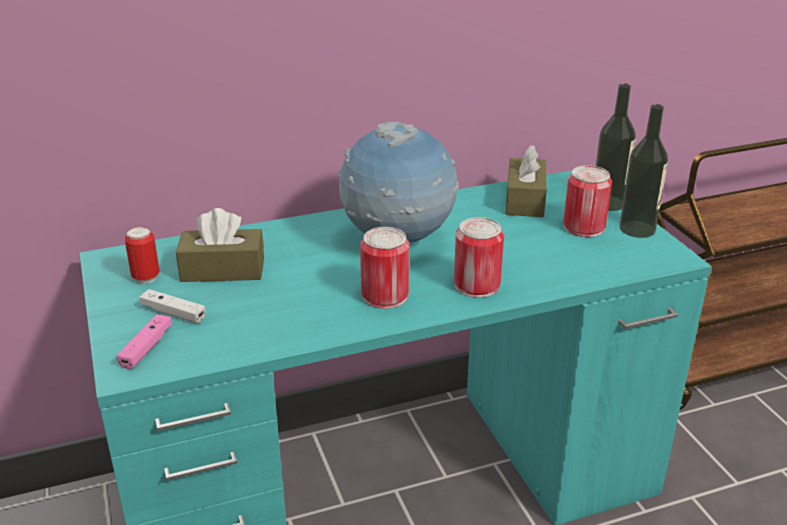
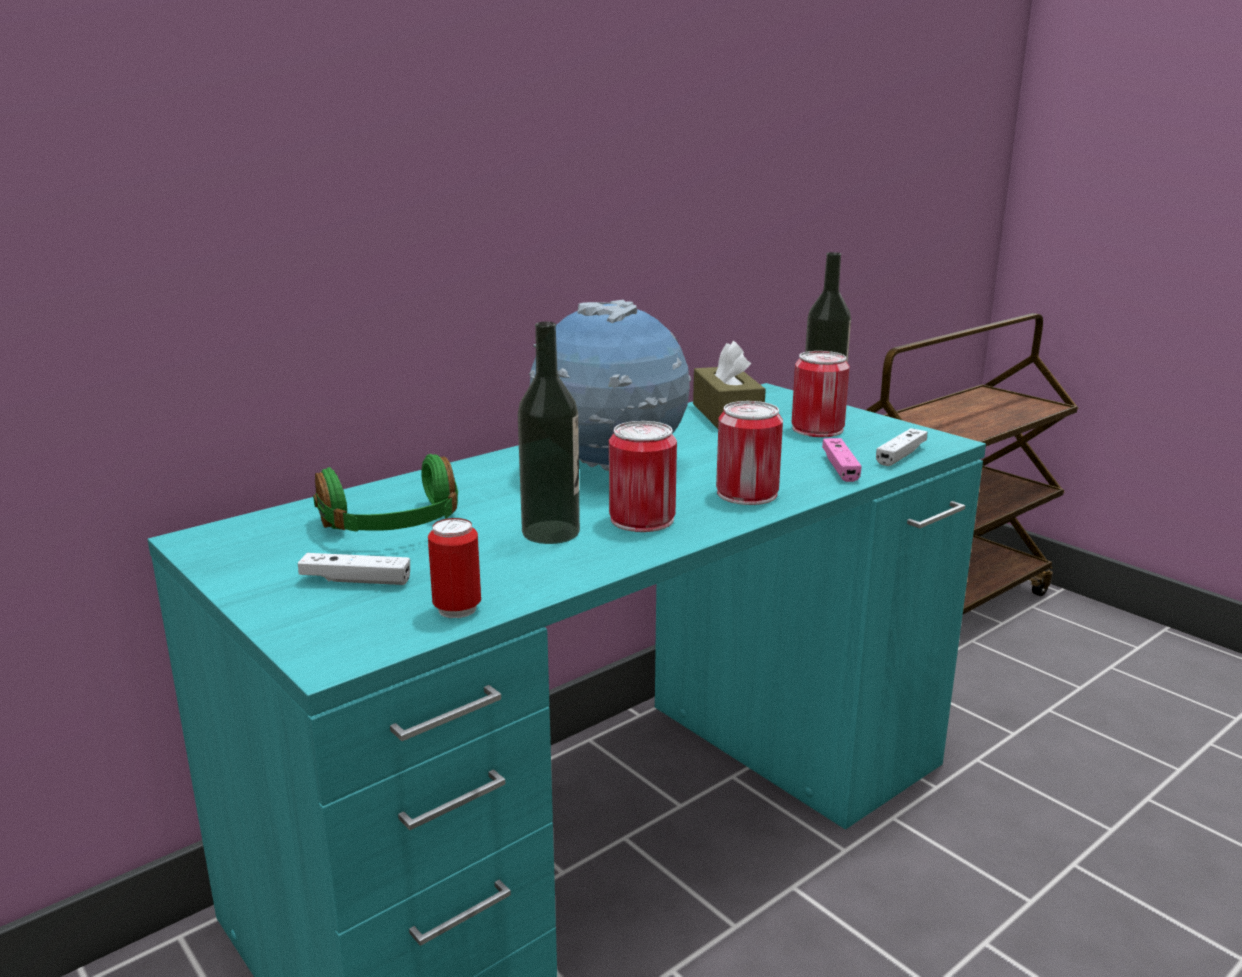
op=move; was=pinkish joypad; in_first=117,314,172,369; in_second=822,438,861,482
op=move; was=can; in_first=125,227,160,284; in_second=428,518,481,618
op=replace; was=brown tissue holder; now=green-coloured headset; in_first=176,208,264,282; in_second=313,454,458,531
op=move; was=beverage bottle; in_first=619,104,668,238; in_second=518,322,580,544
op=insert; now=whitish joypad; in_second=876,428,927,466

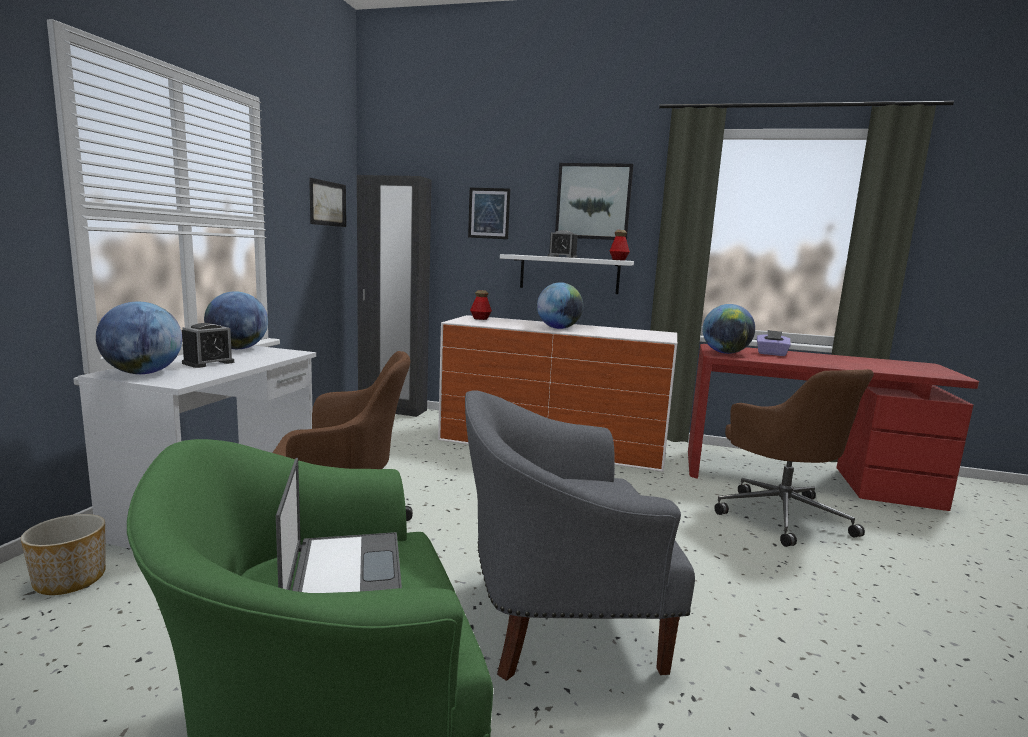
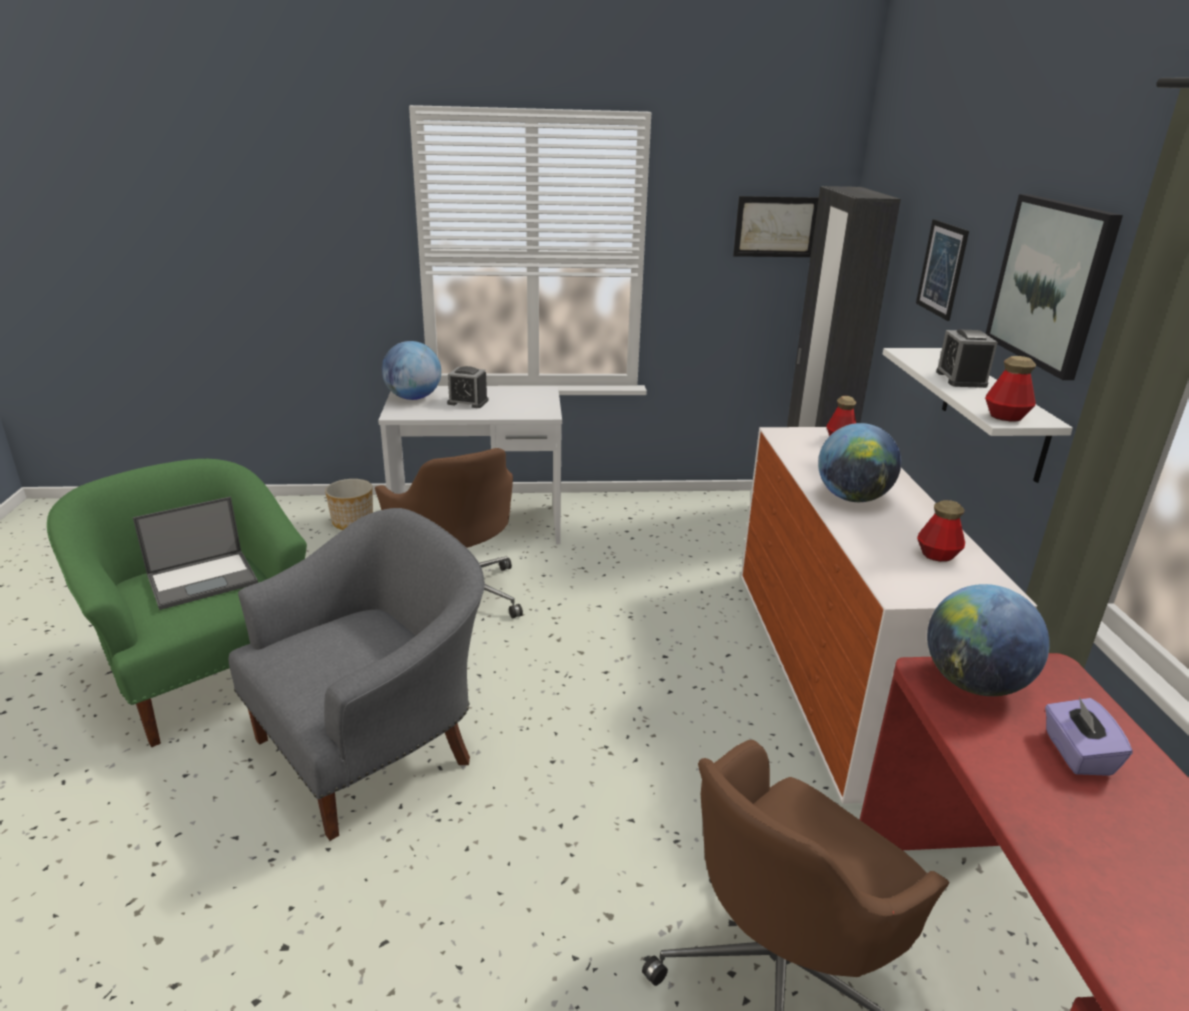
op=delete; was=globe; in_first=204,291,268,349
op=rotate; was=gray easy chair; in_first=465,390,695,681; in_second=229,508,485,841; clockwise=75
op=insert; now=beverage bottle; in_second=917,500,965,562

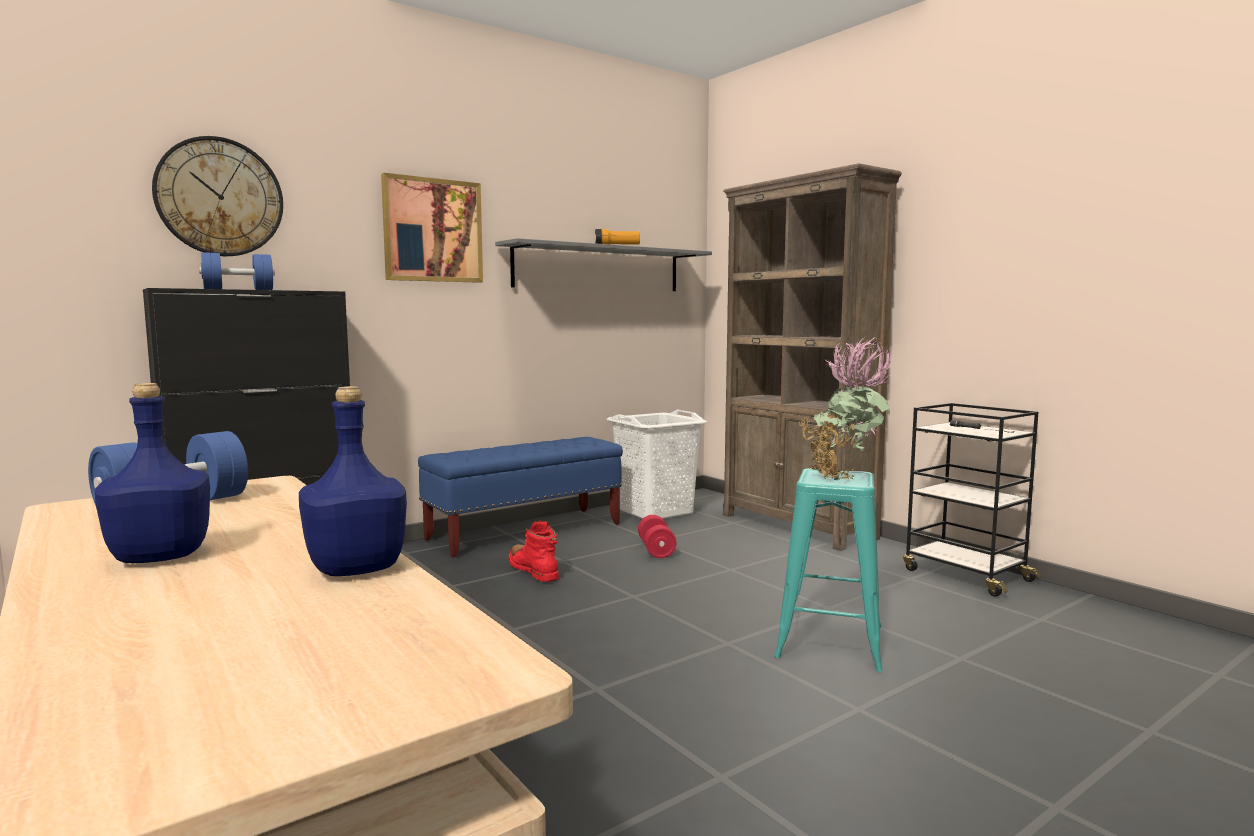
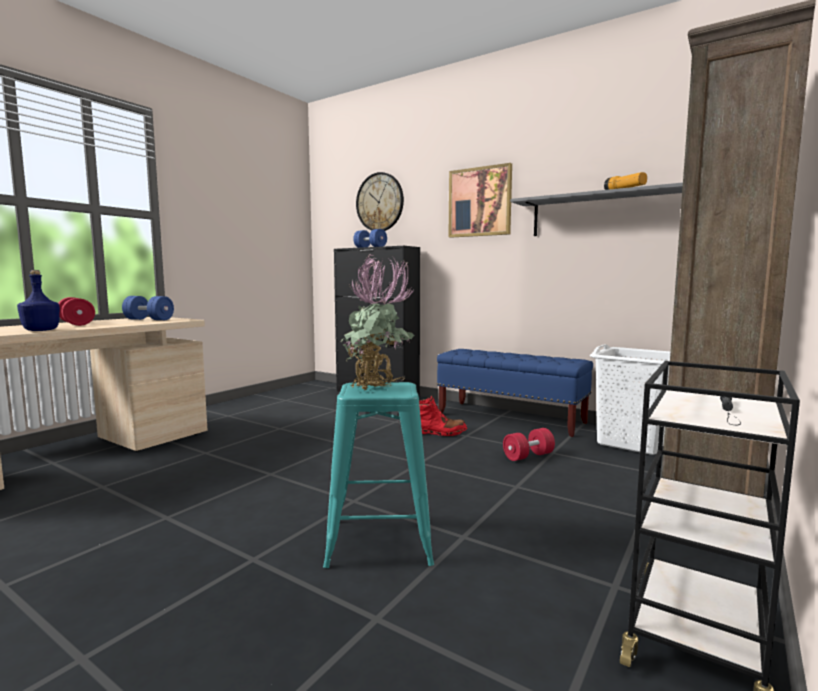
op=replace; was=blue-coloured beverage bottle; now=red-coloured hand weight; in_first=95,383,210,563; in_second=58,297,95,326
op=rotate; was=red-coloured boot; in_first=508,521,559,582; in_second=419,395,467,436; clockwise=60

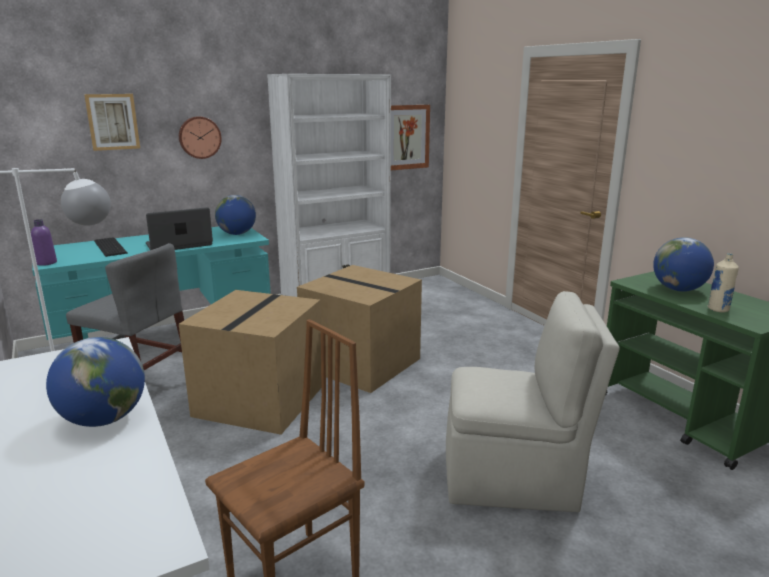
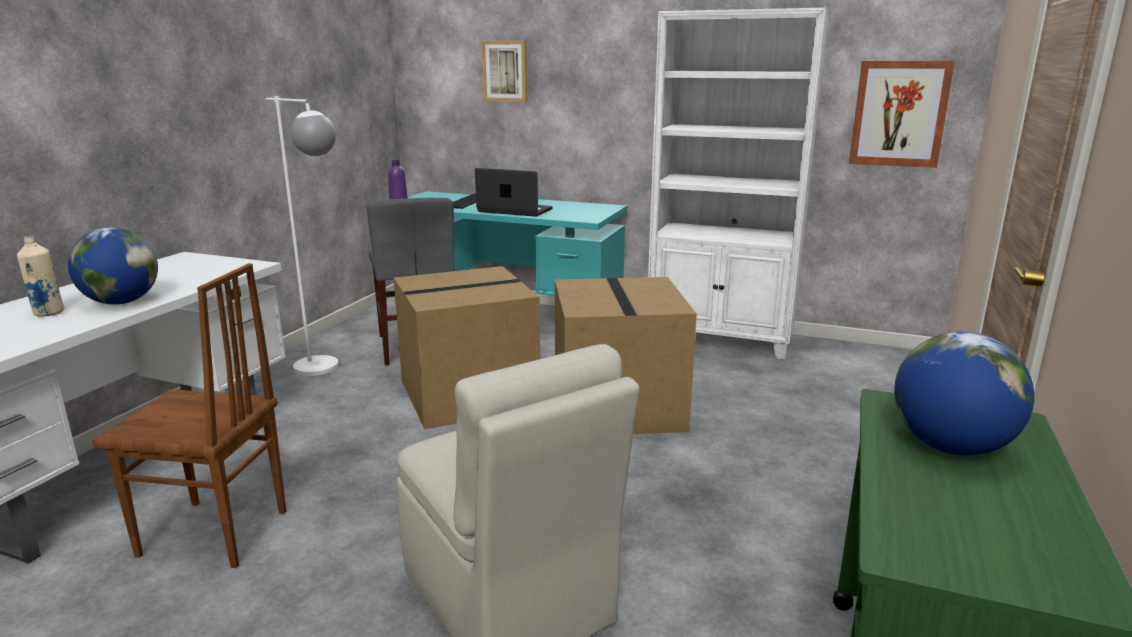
op=delete; was=wall clock; in_first=179,116,222,159
op=delete; was=globe; in_first=215,195,256,235
op=move; was=beige beverage bottle; in_first=708,253,739,312; in_second=17,236,64,317

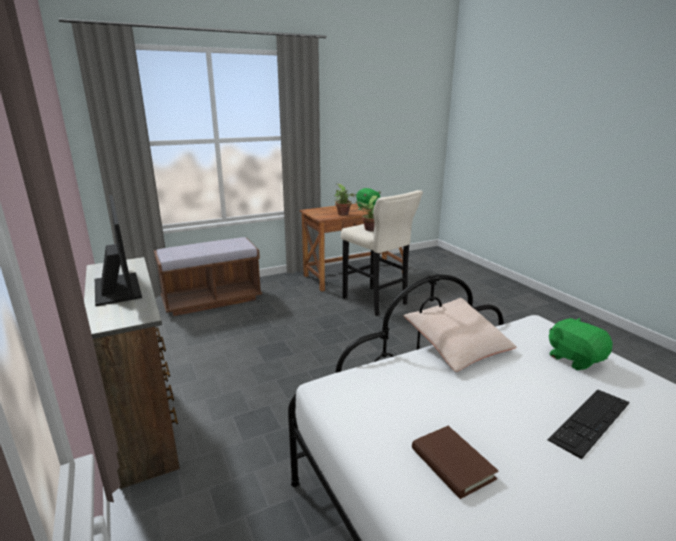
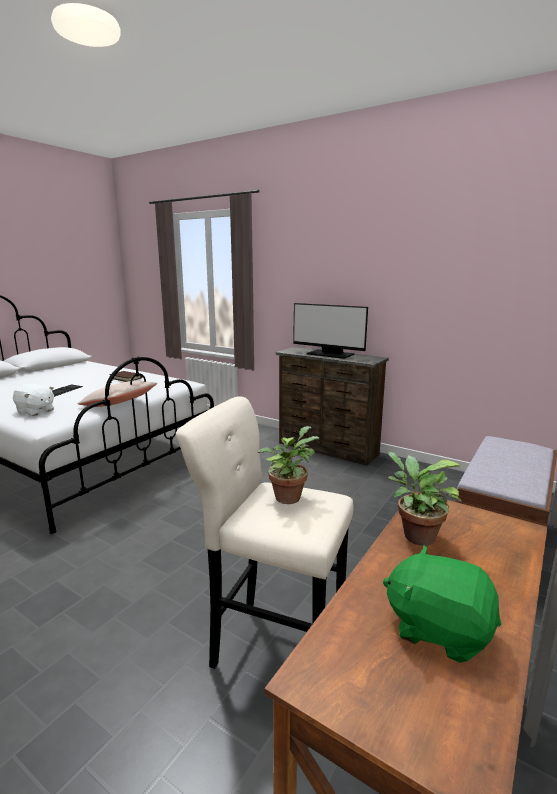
op=recolor; was=green-coloured soft toy; now=whitish soft toy; in_first=549,318,612,370; in_second=13,384,54,416

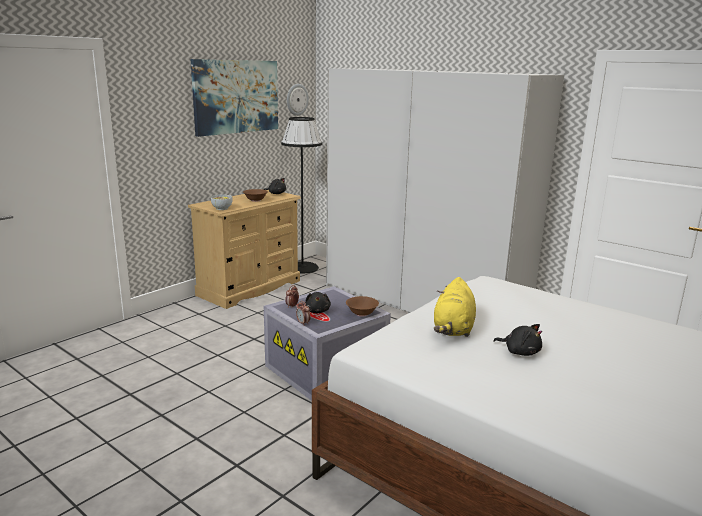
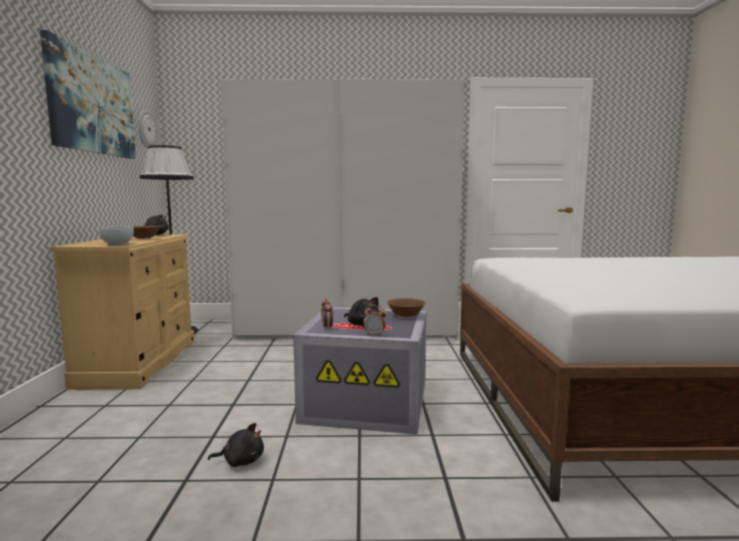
op=delete; was=yellow-coloured soft toy; in_first=434,277,476,337
op=move; was=blackish soft toy; in_first=493,324,542,356; in_second=208,423,264,467

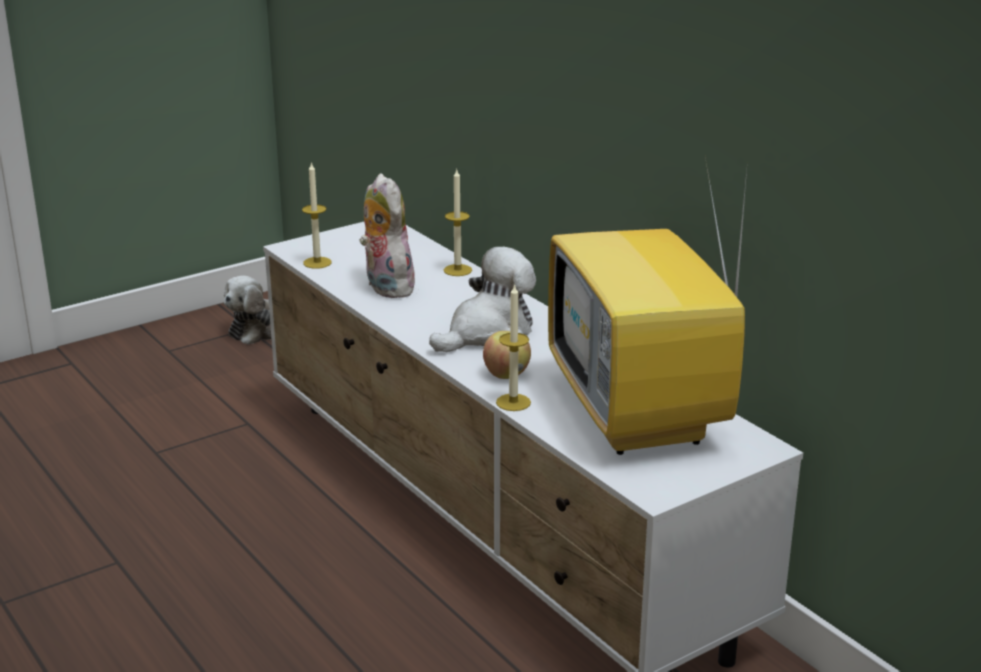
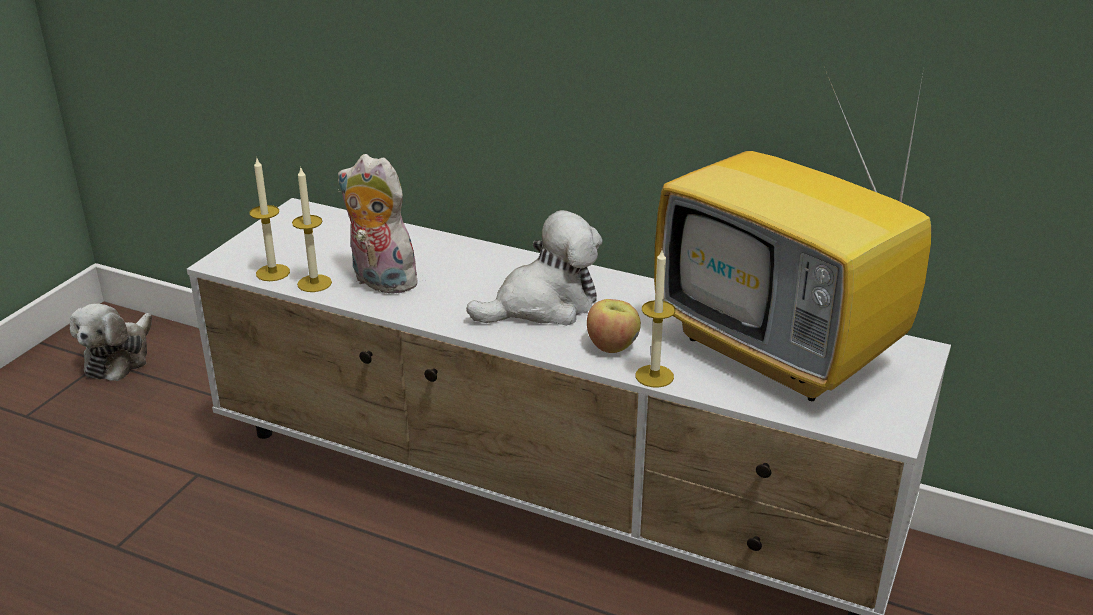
op=rotate; was=soft toy; in_first=429,247,536,352; in_second=466,210,602,326; clockwise=45
op=move; was=wax candle; in_first=444,170,472,276; in_second=292,166,332,292

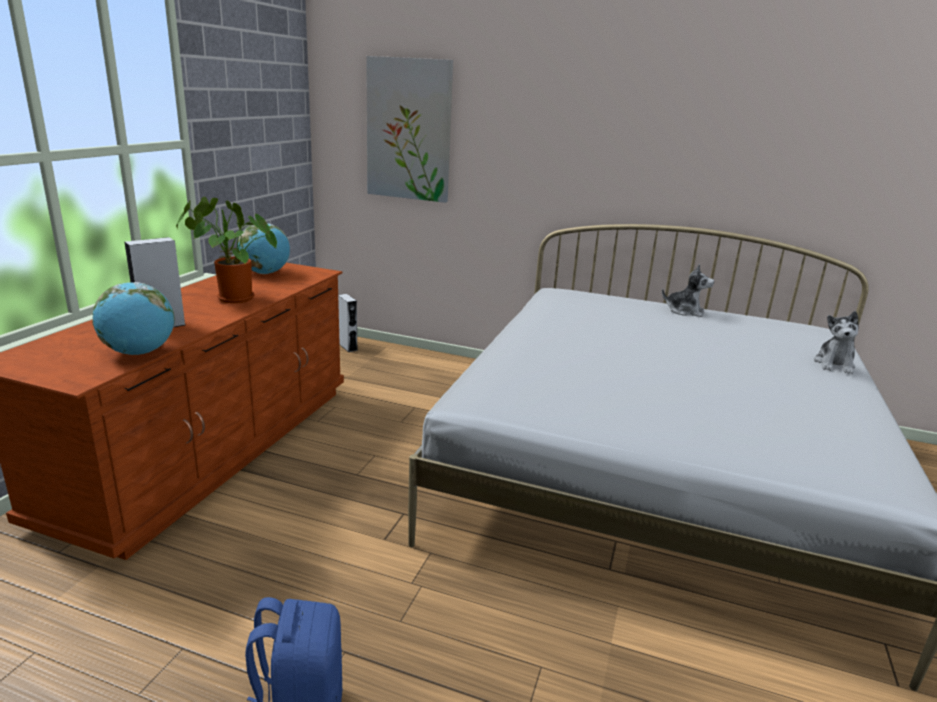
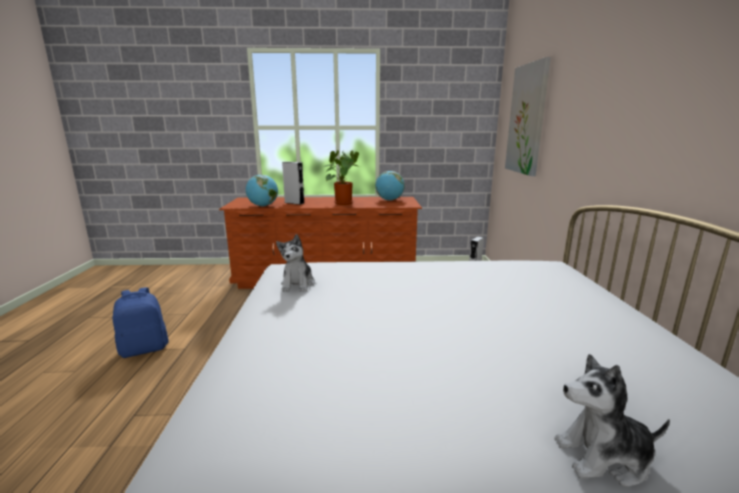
op=move; was=soft toy; in_first=662,264,714,317; in_second=276,234,315,292

